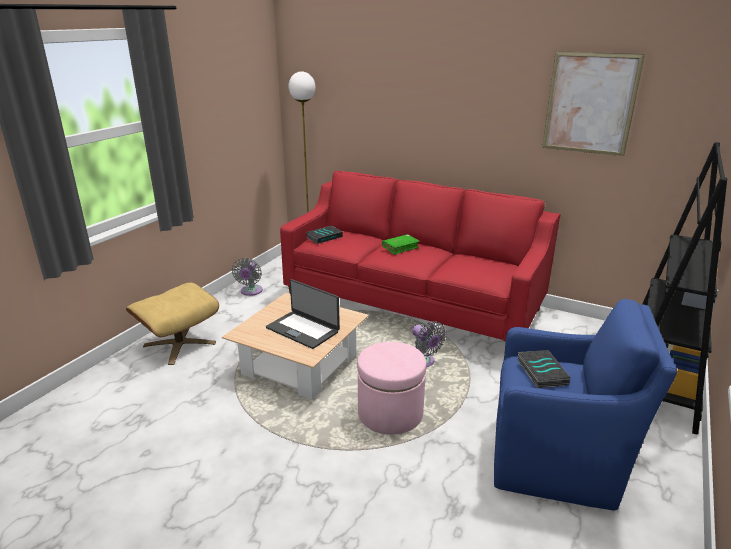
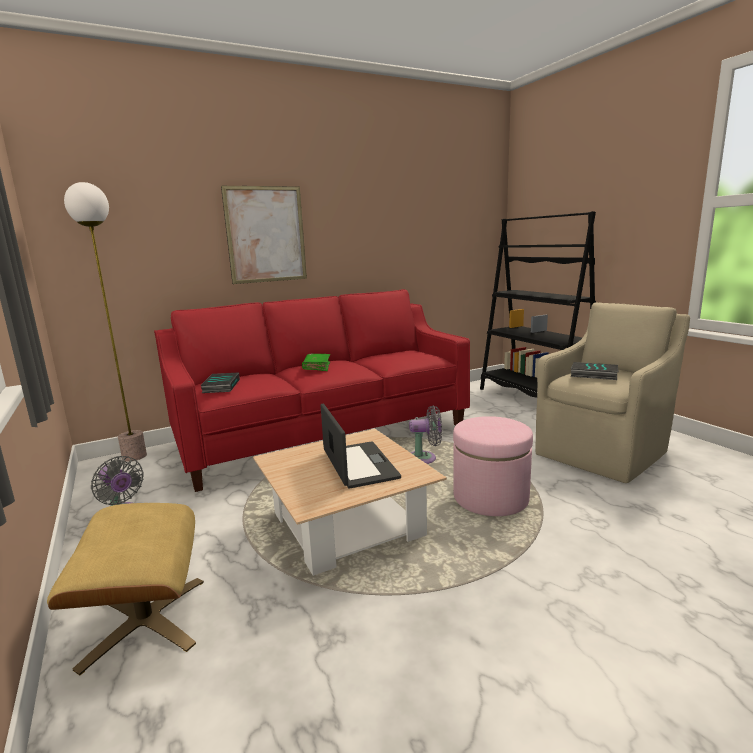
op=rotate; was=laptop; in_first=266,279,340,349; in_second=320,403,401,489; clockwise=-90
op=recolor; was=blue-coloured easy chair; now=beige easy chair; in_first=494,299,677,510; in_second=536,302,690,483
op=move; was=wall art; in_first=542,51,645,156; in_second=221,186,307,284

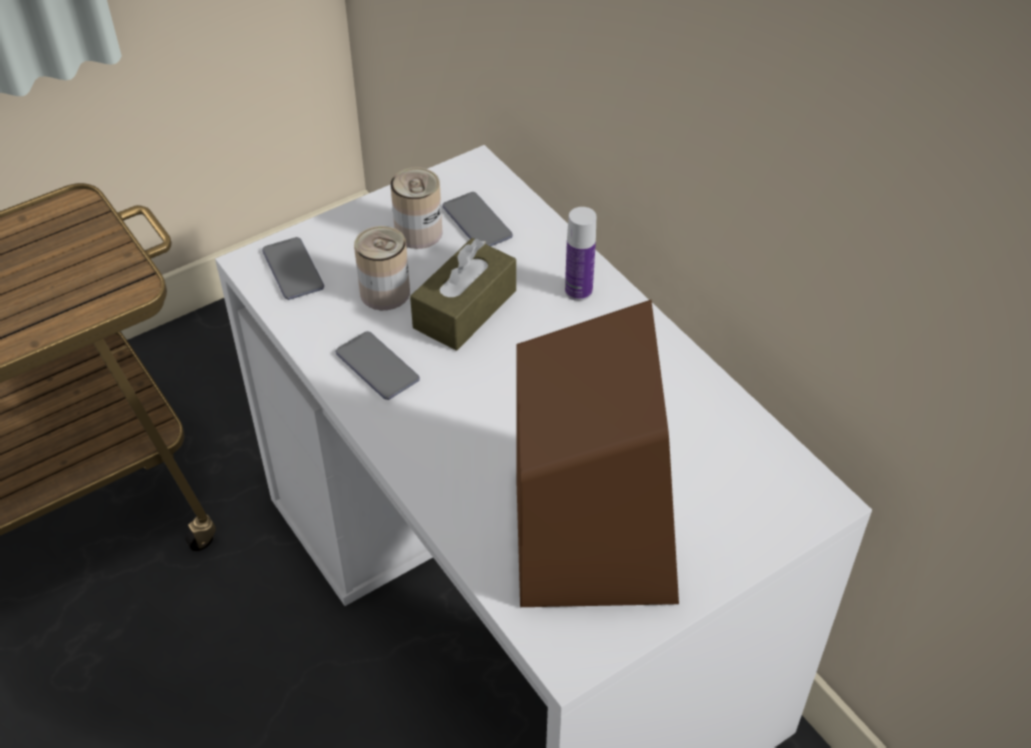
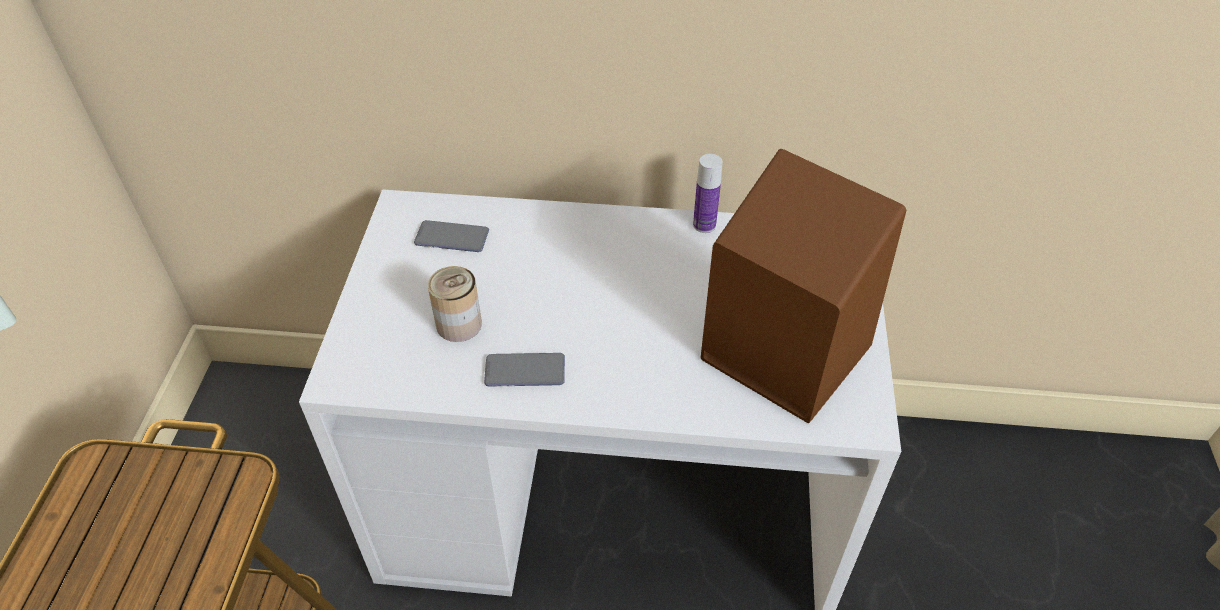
op=delete; was=handset; in_first=262,237,324,300
op=delete; was=can; in_first=390,167,443,249
op=delete; was=brown tissue holder; in_first=410,238,516,351
op=move; was=beverage bottle; in_first=565,207,596,301; in_second=693,154,723,233

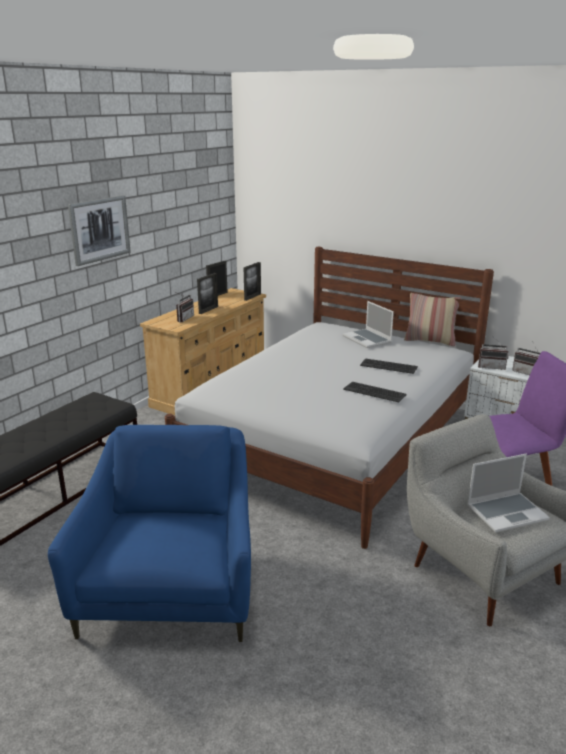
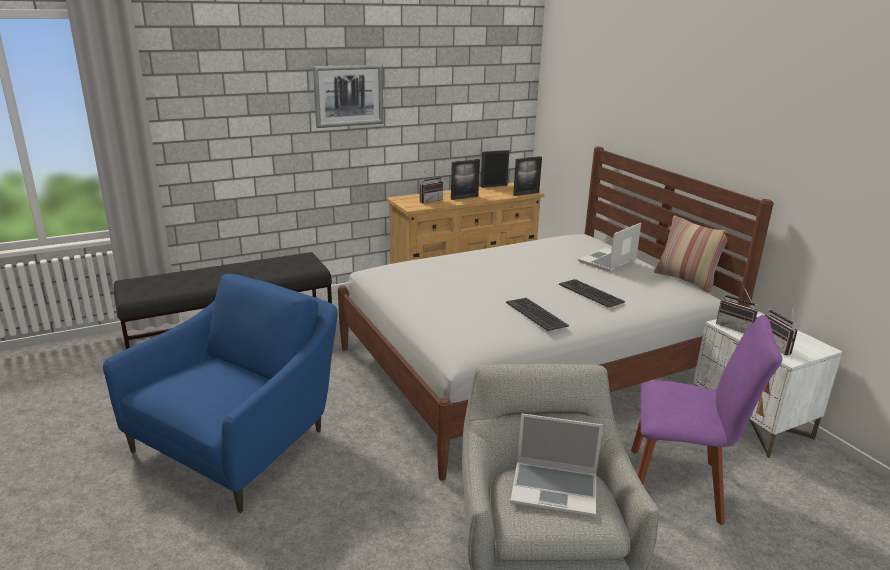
op=rotate; was=laptop; in_first=343,301,394,348; in_second=578,223,641,272; clockwise=45

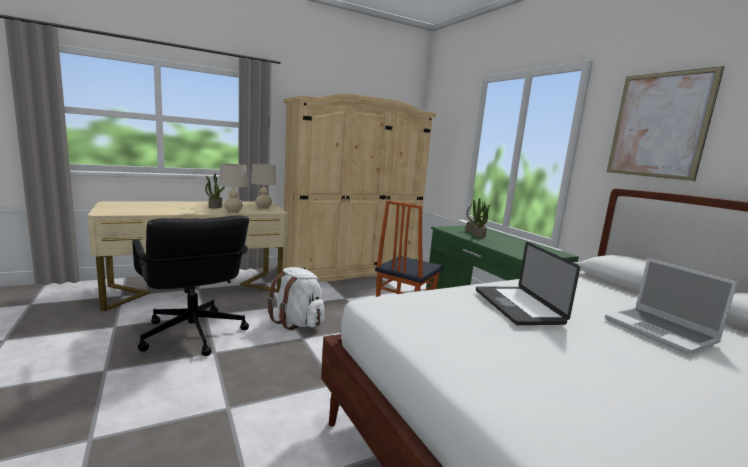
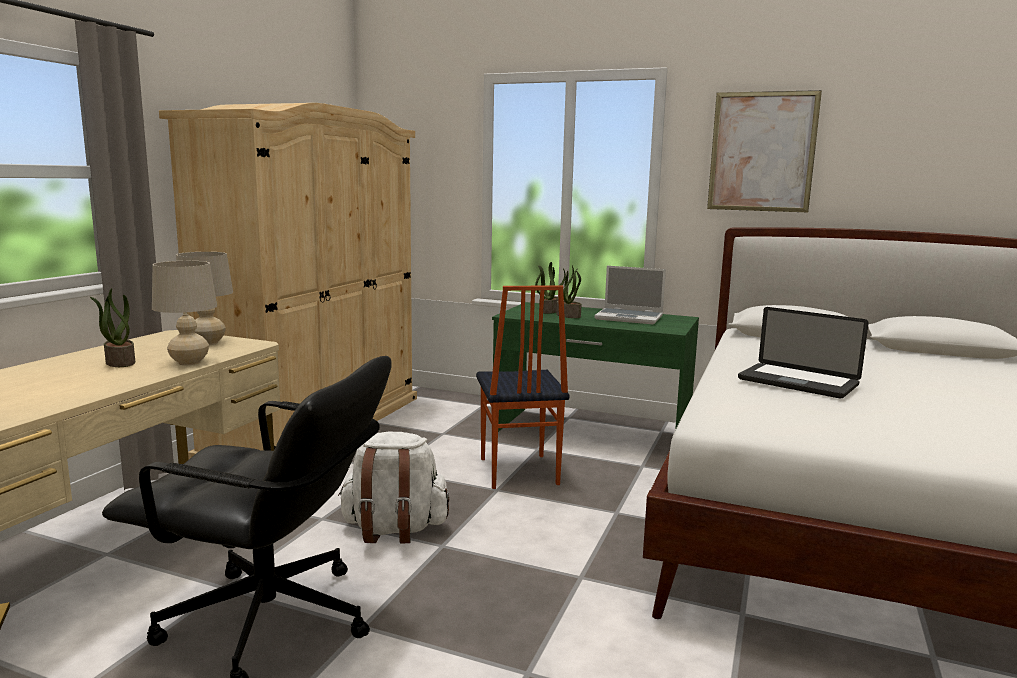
op=move; was=laptop; in_first=605,258,738,354; in_second=594,266,666,324

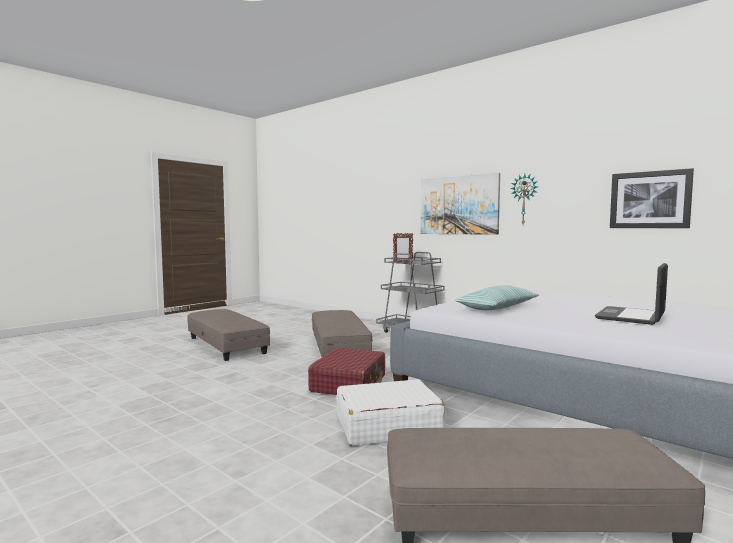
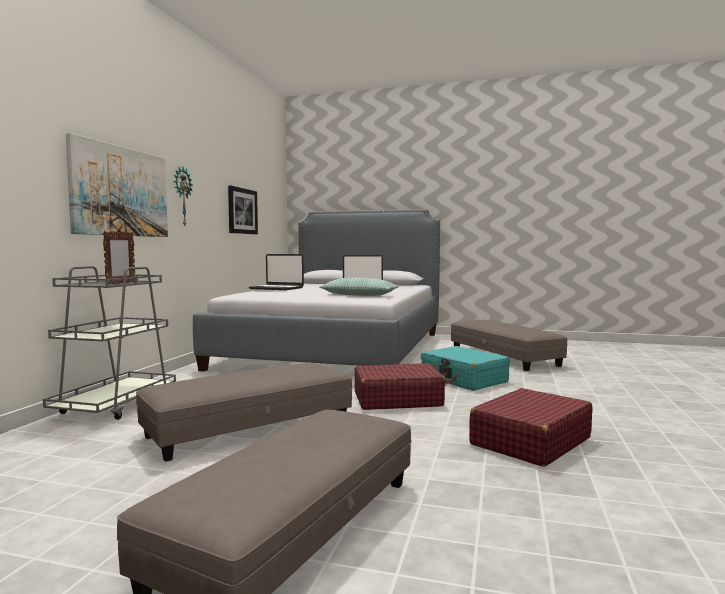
op=recolor; was=whitish travel case; now=blue-green travel case; in_first=337,379,445,446; in_second=421,346,510,391
op=insert; now=laptop; in_second=249,254,304,290
op=insert; now=red-coloured travel case; in_second=469,388,592,467

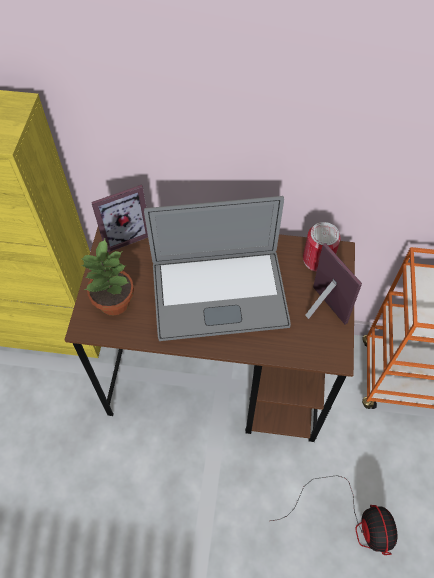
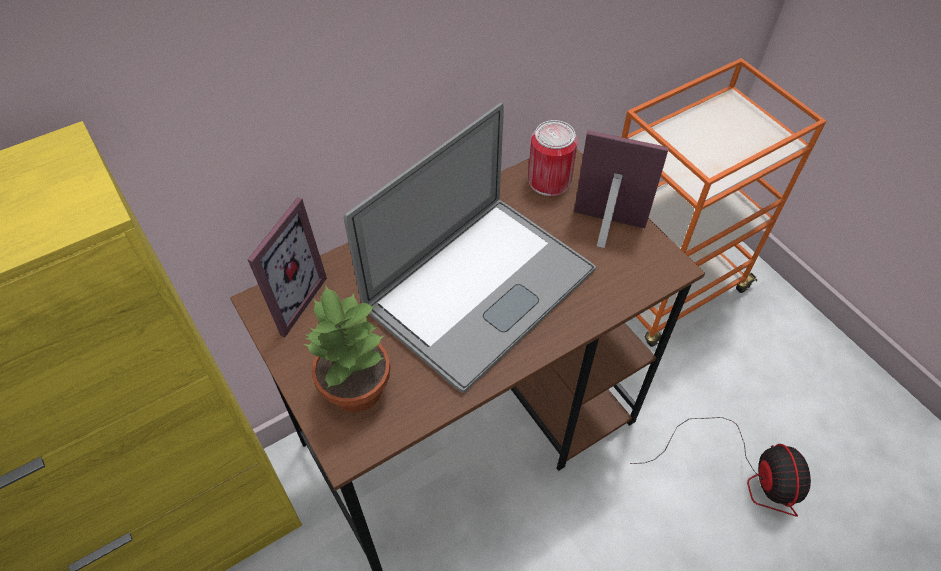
op=rotate; was=cooling fan; in_first=270,475,398,555; in_second=630,417,811,517; clockwise=45

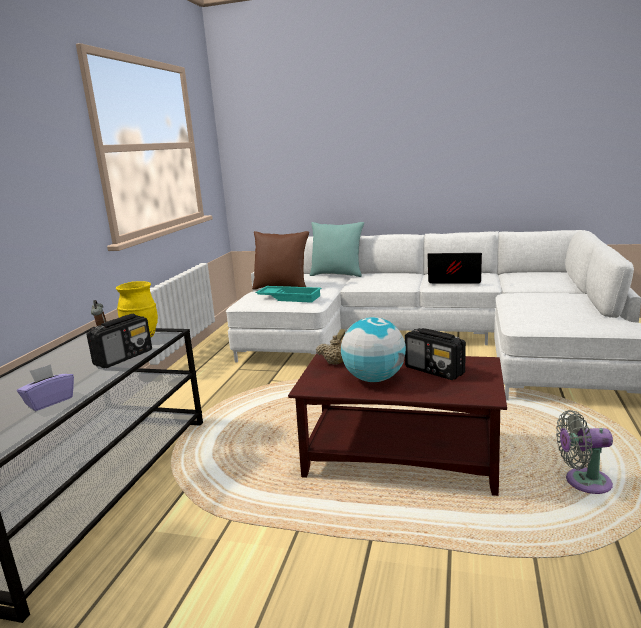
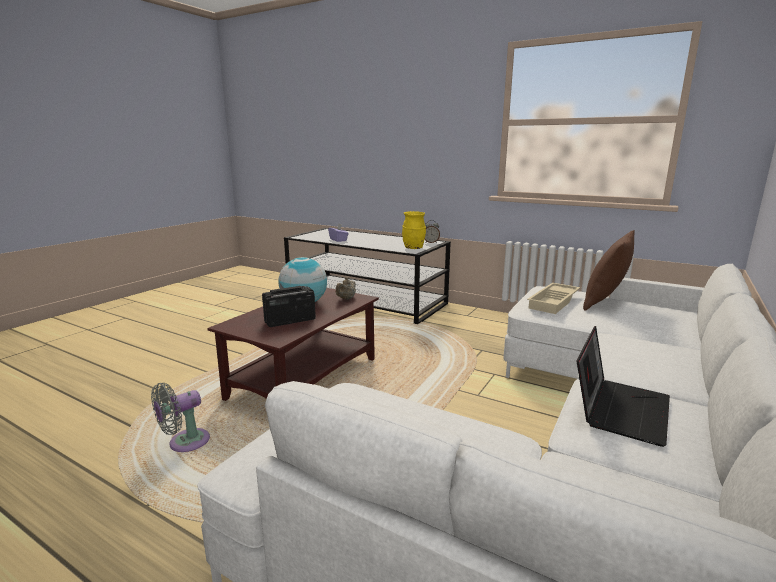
op=delete; was=radio set; in_first=86,314,152,368
op=recolor; was=blue-green tray; now=beige tray; in_first=256,286,321,303; in_second=527,283,580,314
op=delete; was=blue-green throw pillow; in_first=309,222,364,277
op=rotate; was=gray cooling fan; in_first=556,410,613,494; in_second=151,383,210,452; clockwise=-150

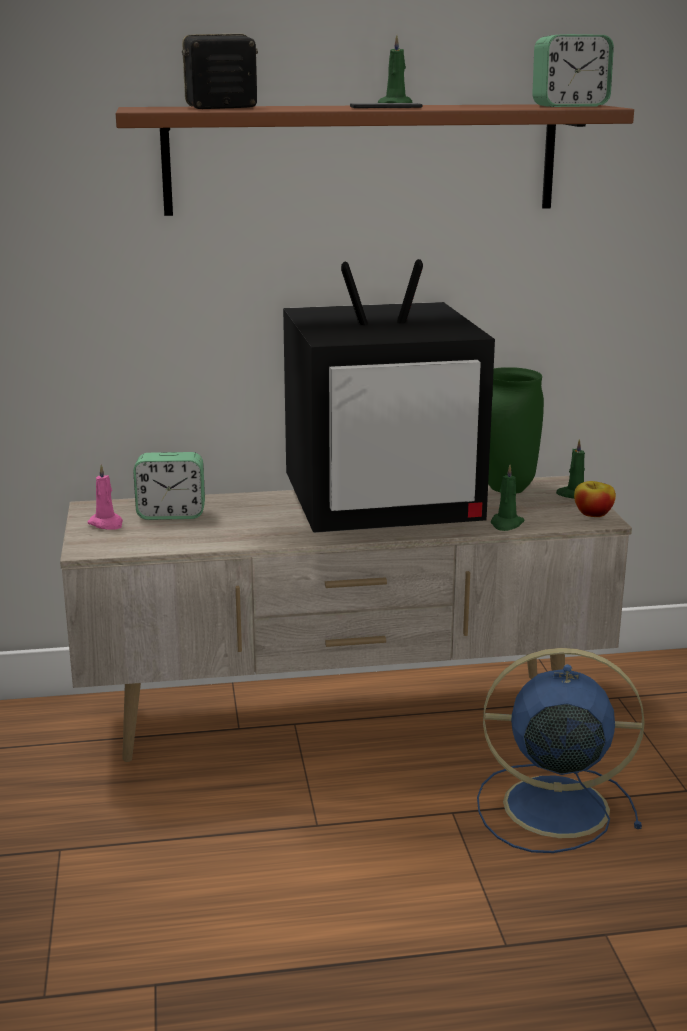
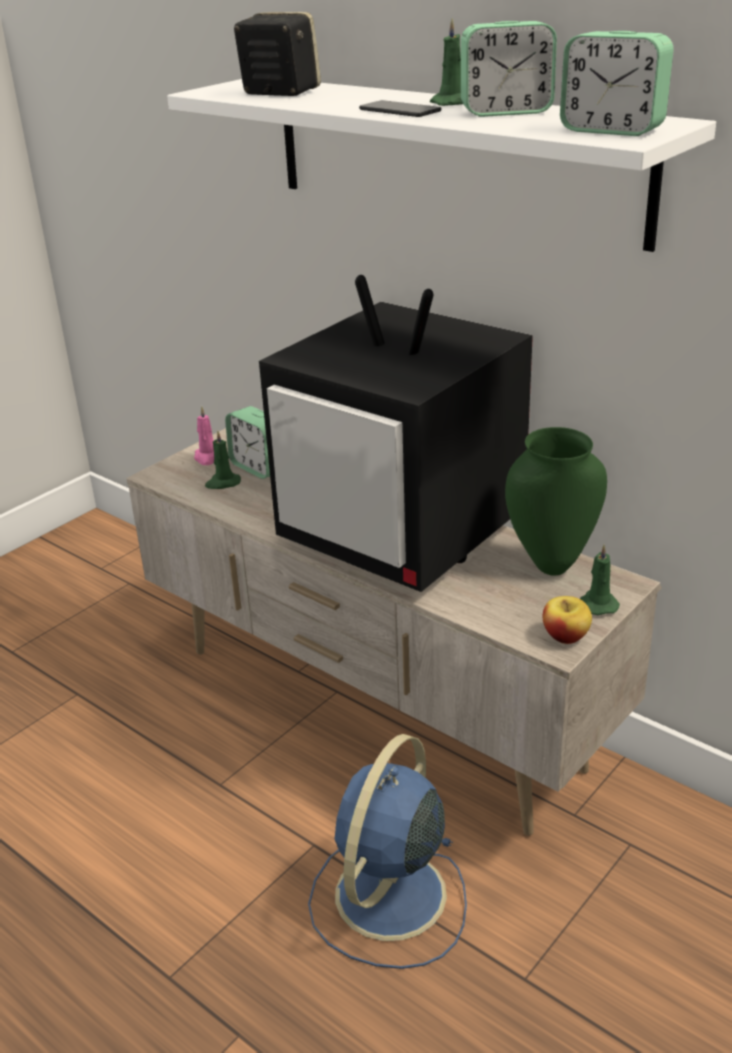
op=recolor; was=brown wall shelf; now=whitish wall shelf; in_first=116,104,634,216; in_second=167,79,716,252
op=rotate; was=blue-coloured cooling fan; in_first=477,648,645,853; in_second=308,734,467,969; clockwise=-120
op=move; was=green-coloured wax candle; in_first=491,465,525,531; in_second=205,430,241,489
op=insert; now=table clock; in_second=461,21,557,117

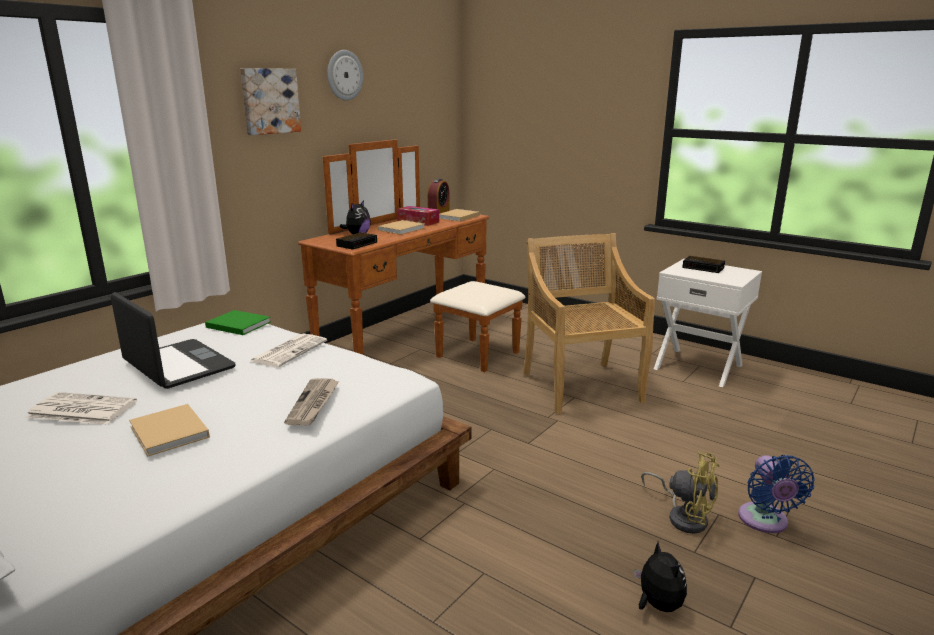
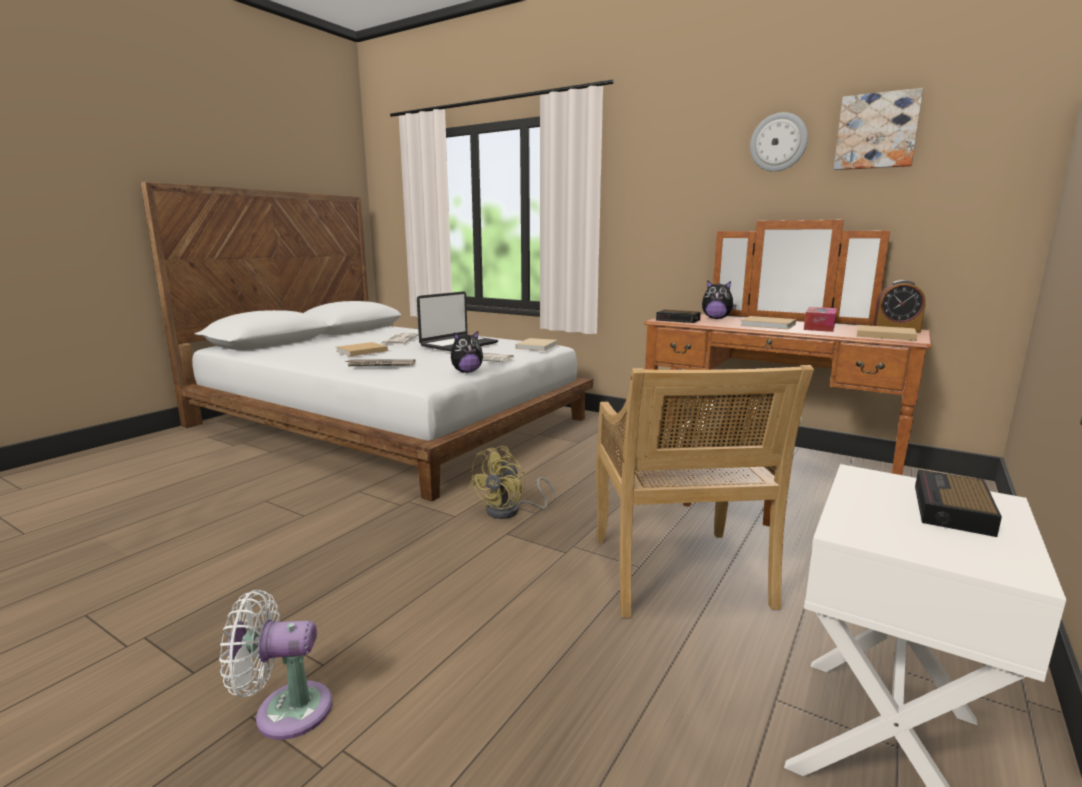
op=recolor; was=green-coloured bound book; now=beige bound book; in_first=205,310,271,335; in_second=515,338,557,351
op=move; was=wall art; in_first=240,68,301,135; in_second=834,88,923,170
op=rotate; was=beige upright chair; in_first=523,233,655,414; in_second=596,365,814,618; clockwise=105
op=move; was=soft toy; in_first=634,542,687,612; in_second=451,331,483,373
op=move; was=yellow-coloured cooling fan; in_first=641,451,720,533; in_second=469,446,555,519
op=recolor; was=blue-coloured cooling fan; now=whitish cooling fan; in_first=738,455,815,533; in_second=219,590,332,740

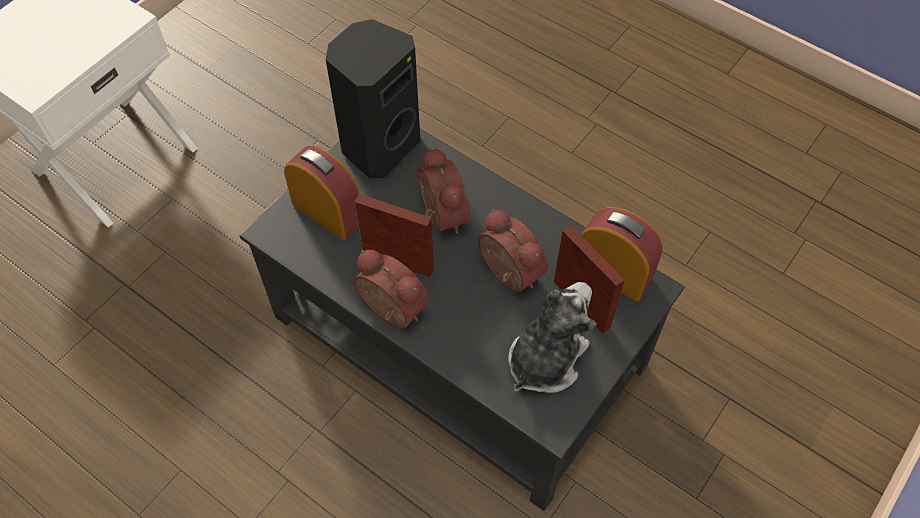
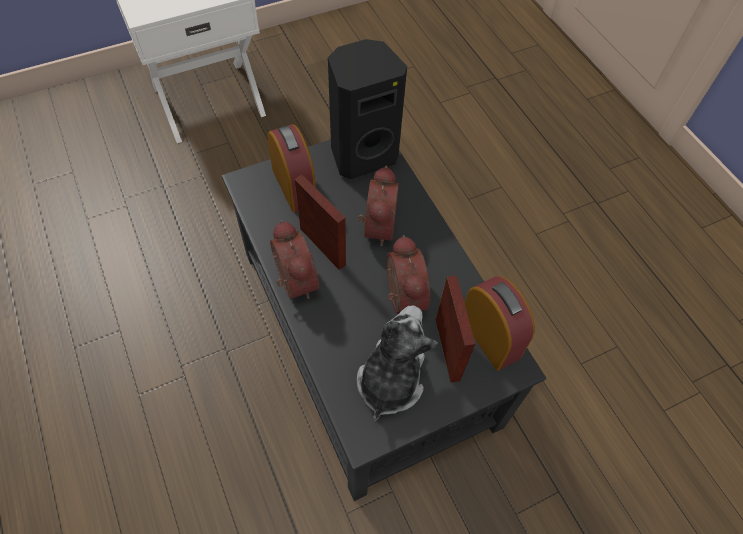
op=rotate; was=soft toy; in_first=508,282,597,393; in_second=357,305,438,421; clockwise=-45

